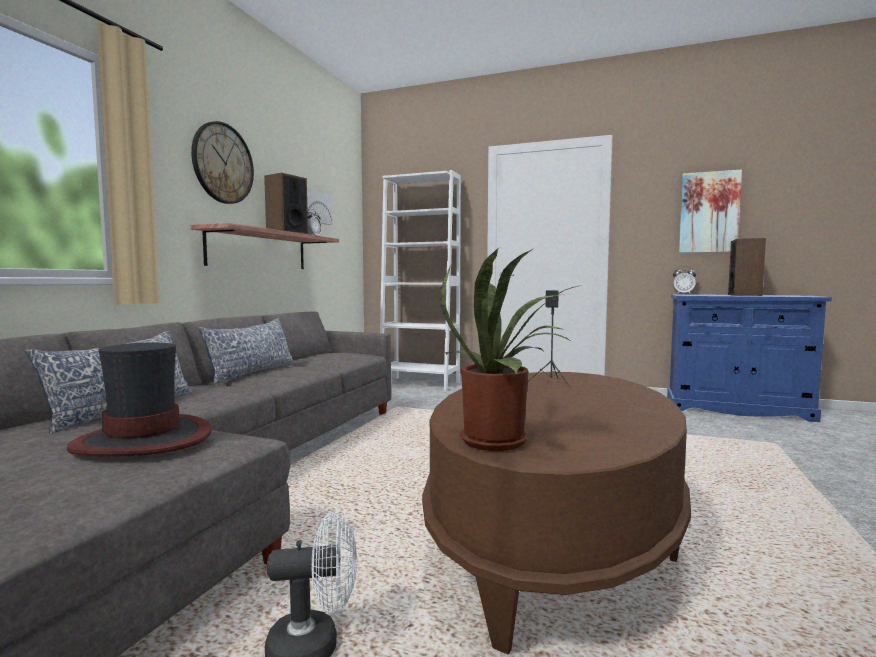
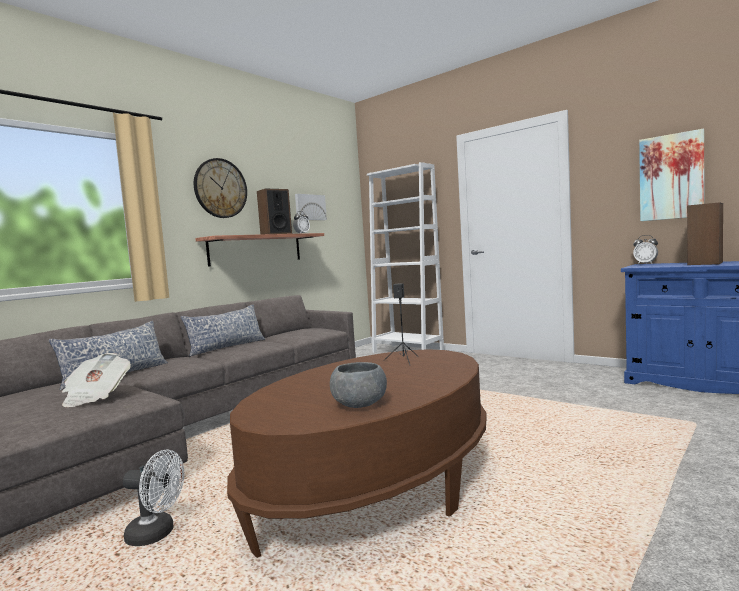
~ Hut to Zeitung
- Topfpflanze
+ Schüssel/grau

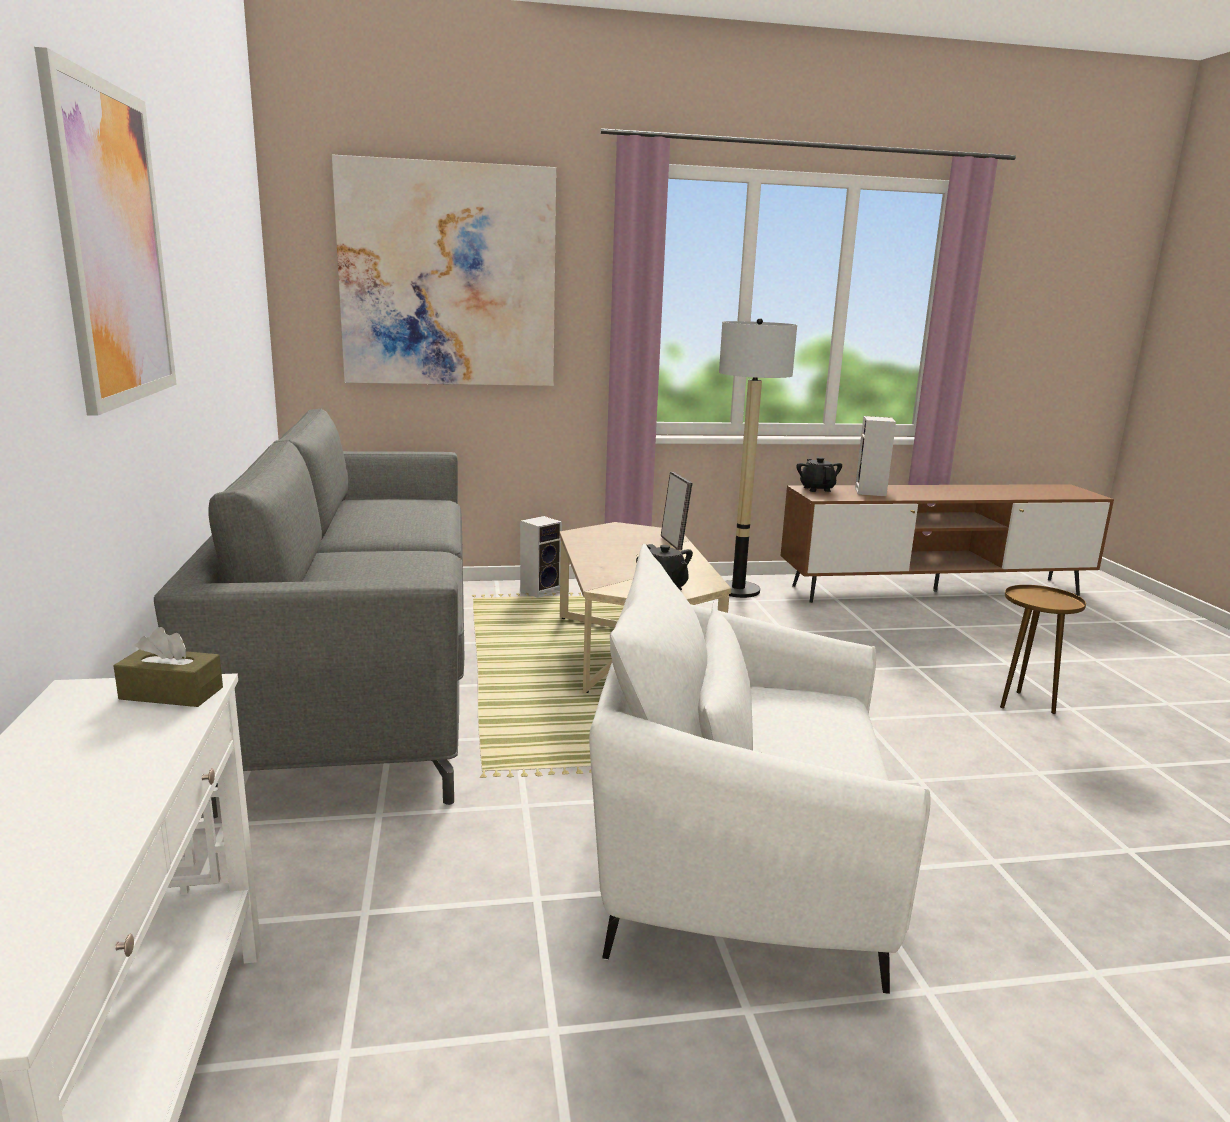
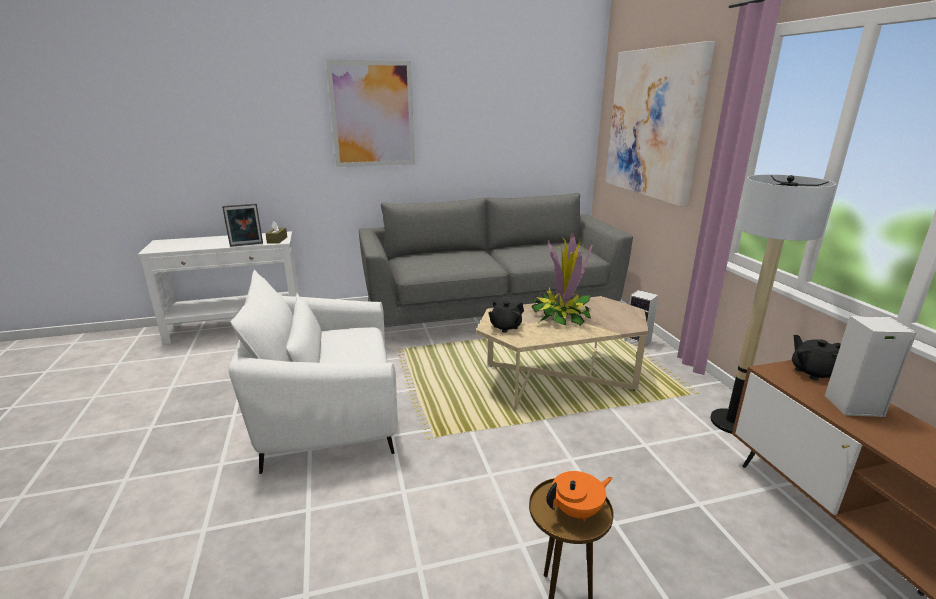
~ Sessel/weiß 105 degrees counterclockwise
~ Bilderrahmen
~ Teekanne/schwarz (2nd from left) 90 degrees counterclockwise
+ Topfpflanze
+ Teekanne/orange

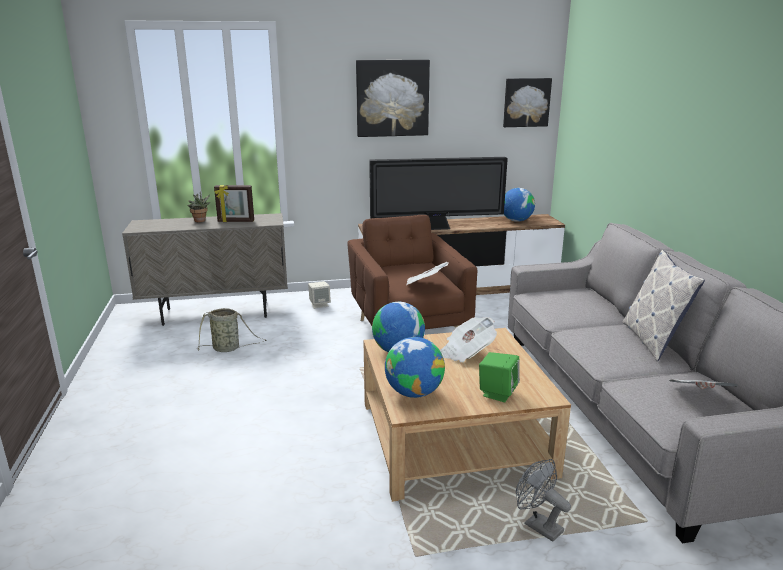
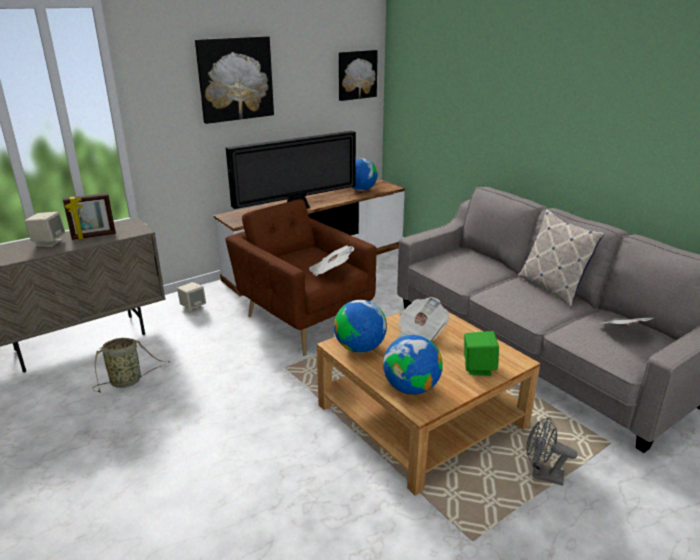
~ Topfpflanze to Lautsprecher/beige (1st from left)

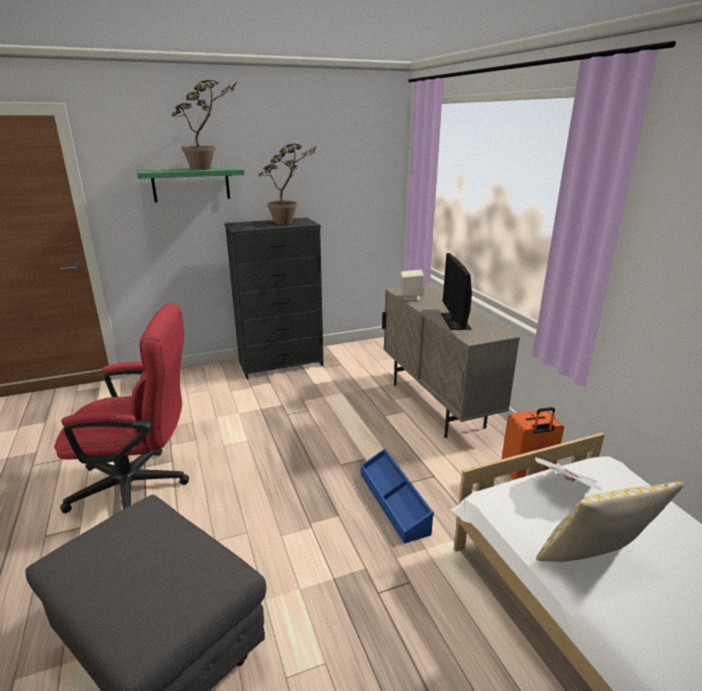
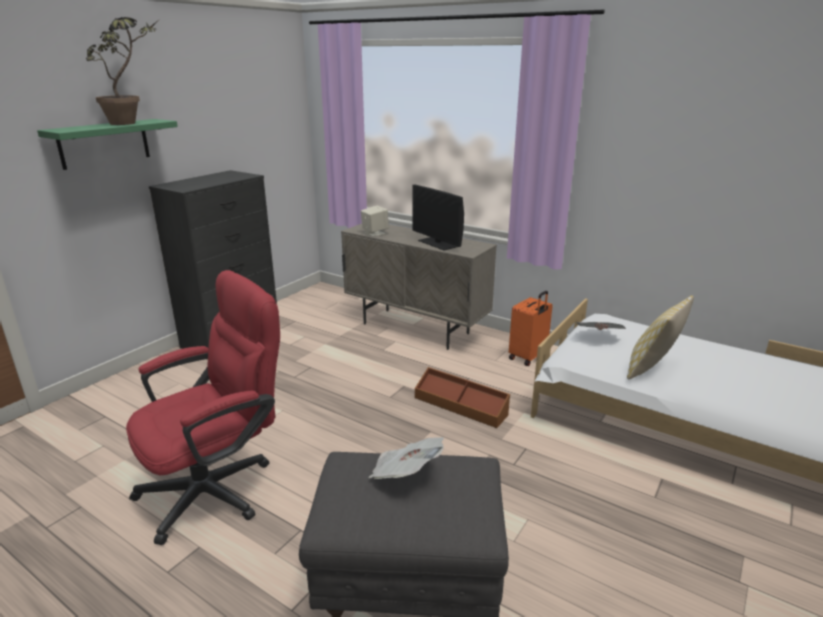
- Topfpflanze (2nd from left)
~ Aufbewahrungsbox/blau to Aufbewahrungsbox/braun
+ Zeitung (1st from left)

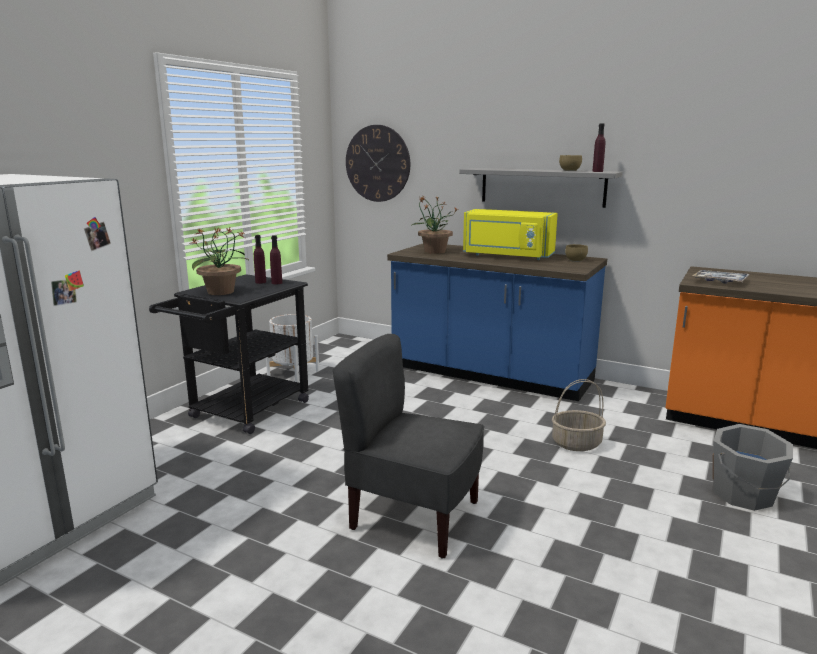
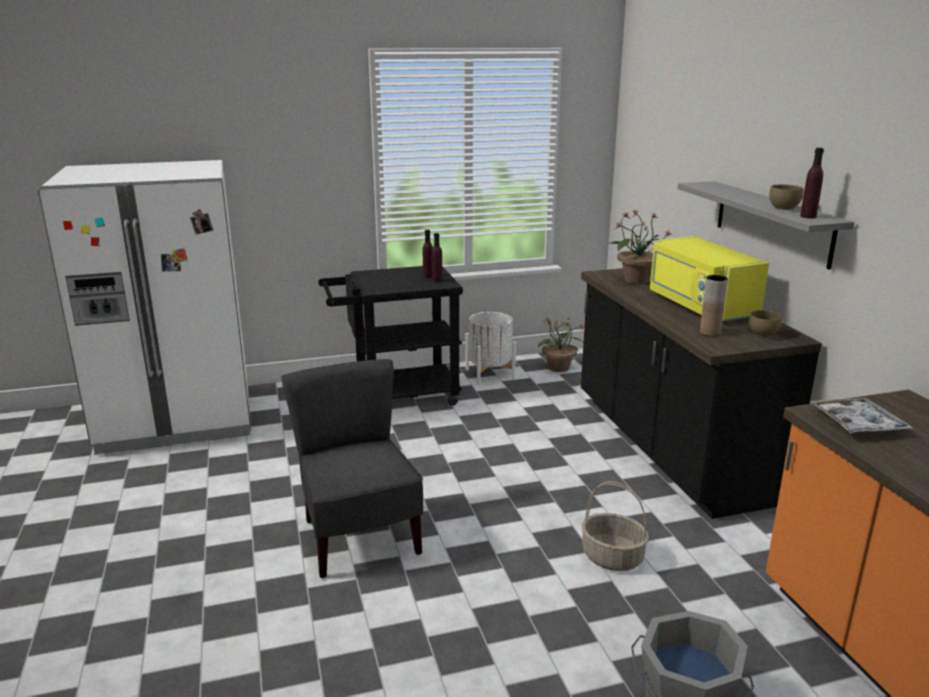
~ Topfpflanze (1st from left)
- Wanduhr
~ Küchenzeile/blau to Küchenzeile/schwarz
+ Vase/braun

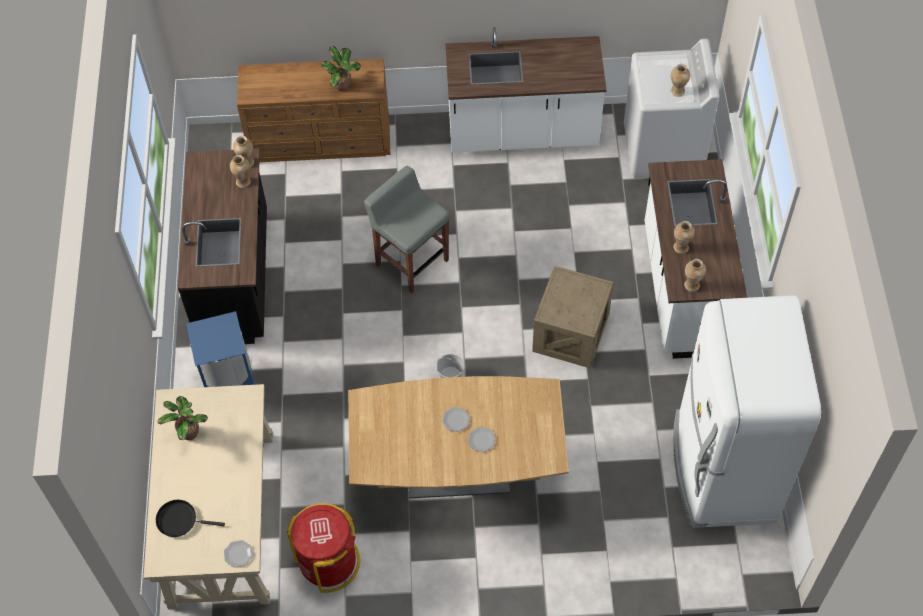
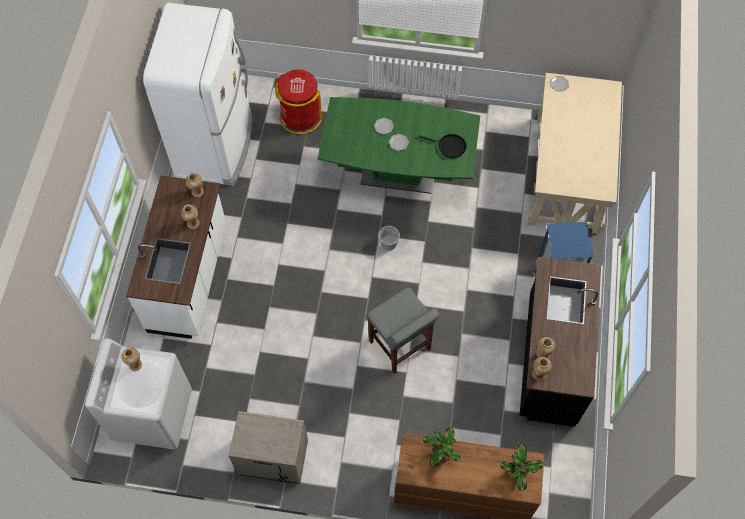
~ Pfanne/schwarz
~ Topfpflanze (1st from left in the first image) to Topfpflanze (2nd from left)
~ Mülleimer/rot
~ Esstisch/braun to Esstisch/grün
~ Küchenzeile/weiß (1st from left) to Nachttisch/beige
- Kiste

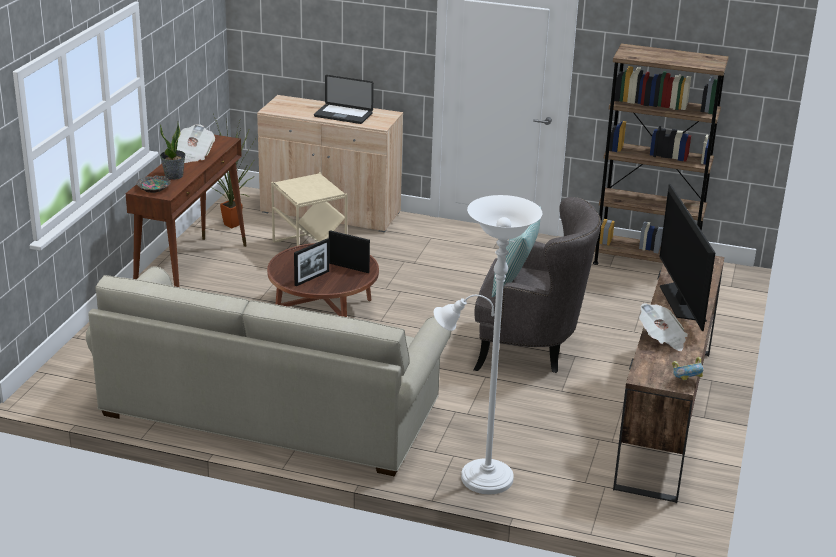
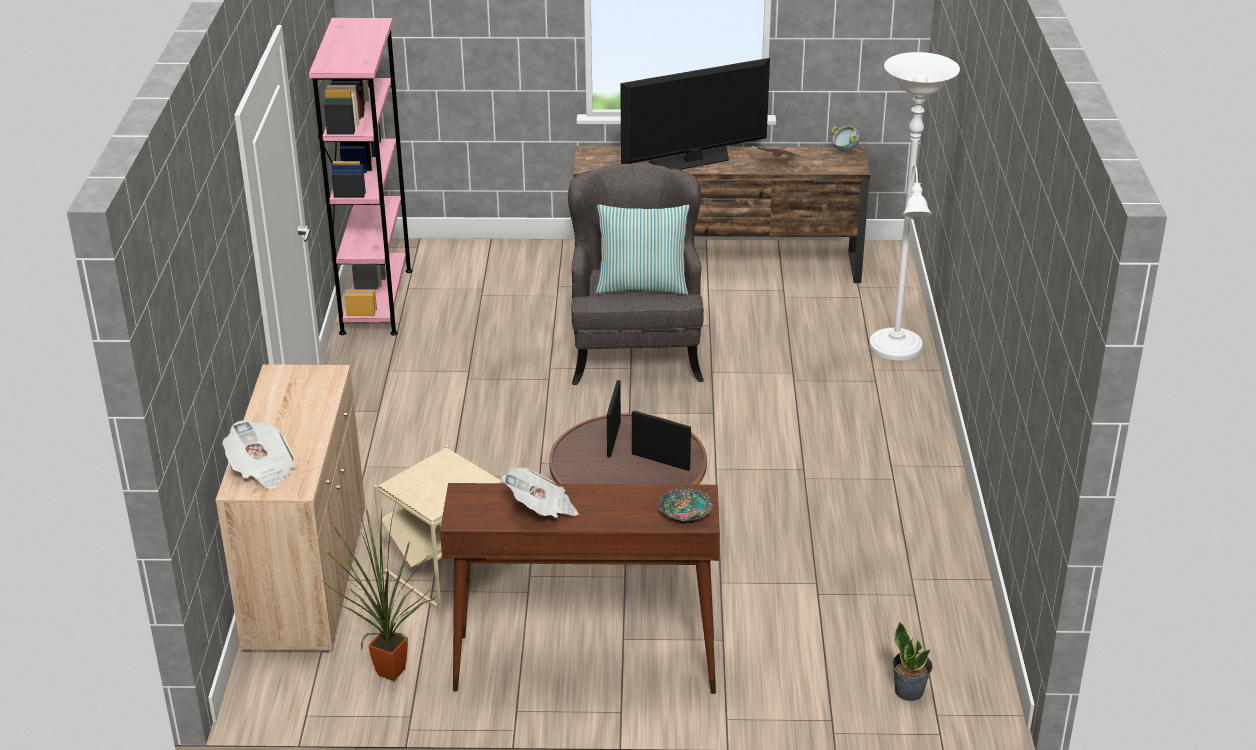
- Sofa/beige
~ Topfpflanze (1st from left in the first image) to Topfpflanze (2nd from left)
- Laptop
~ Bücherregal/braun to Bücherregal/rosa
+ Zeitung (1st from left)

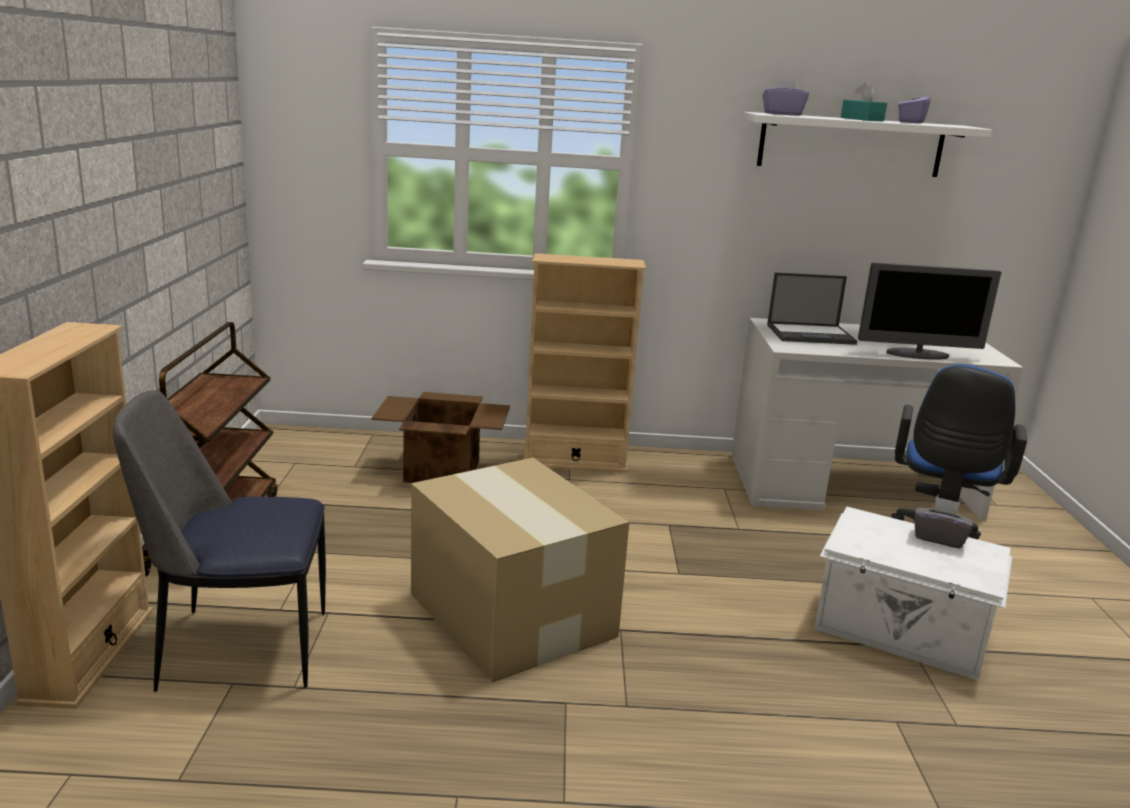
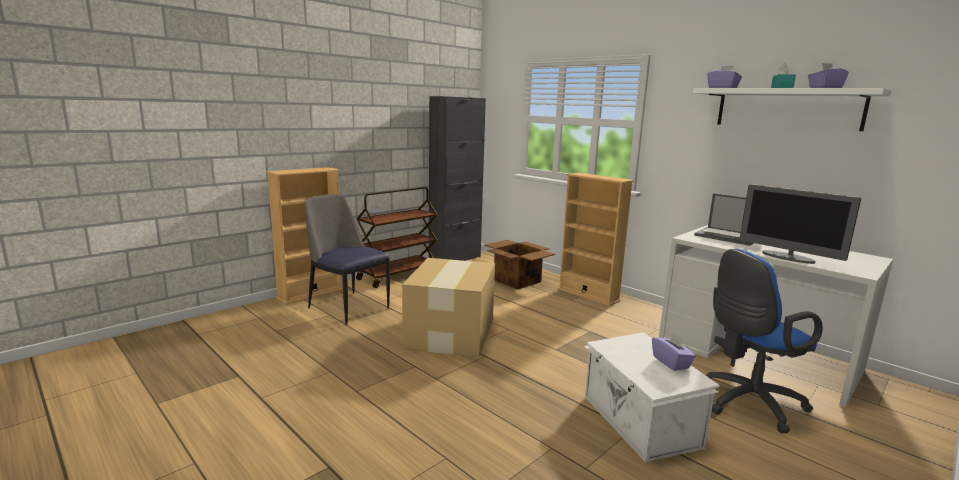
~ Taschentuchbox/grau to Taschentuchbox/lila (1st from left)
+ Schrank/schwarz

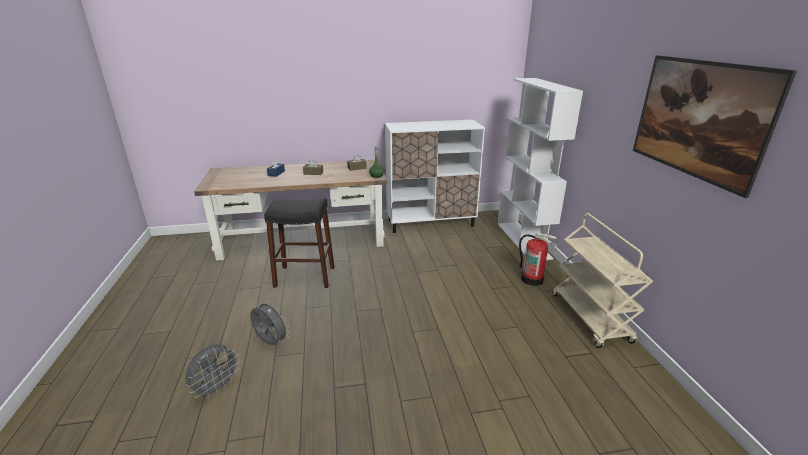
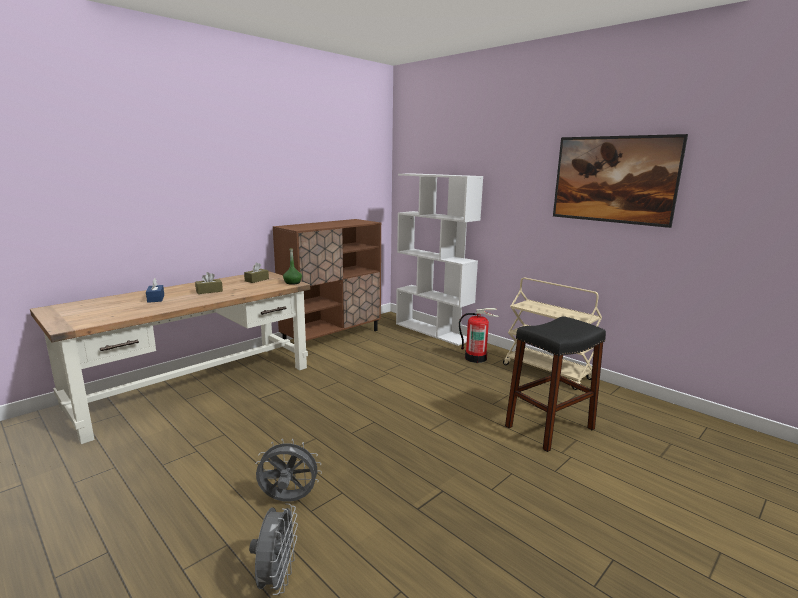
~ Hocker/schwarz
~ Schrank/weiß to Schrank/braun

